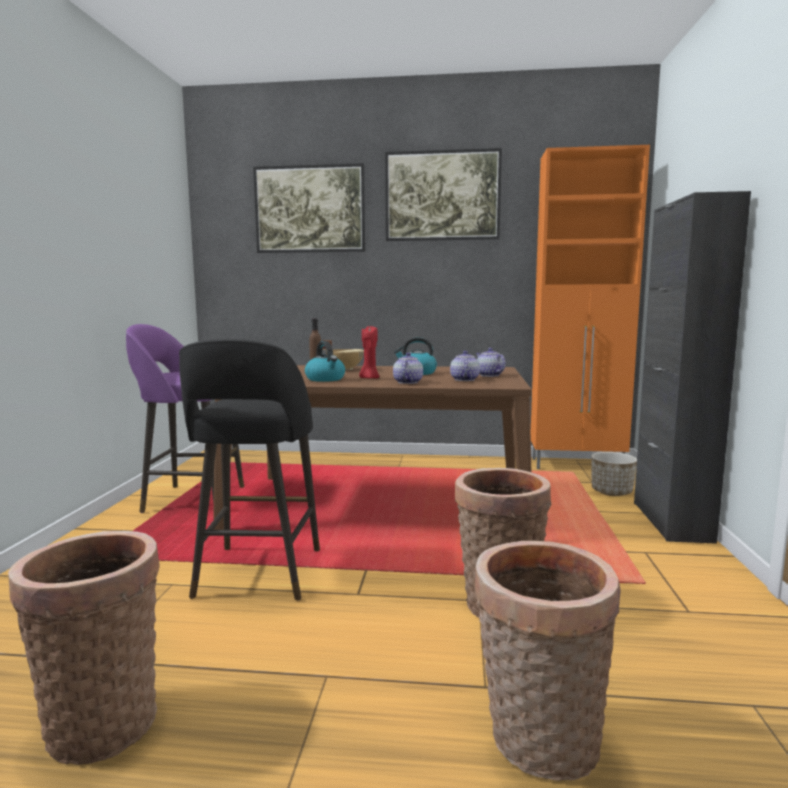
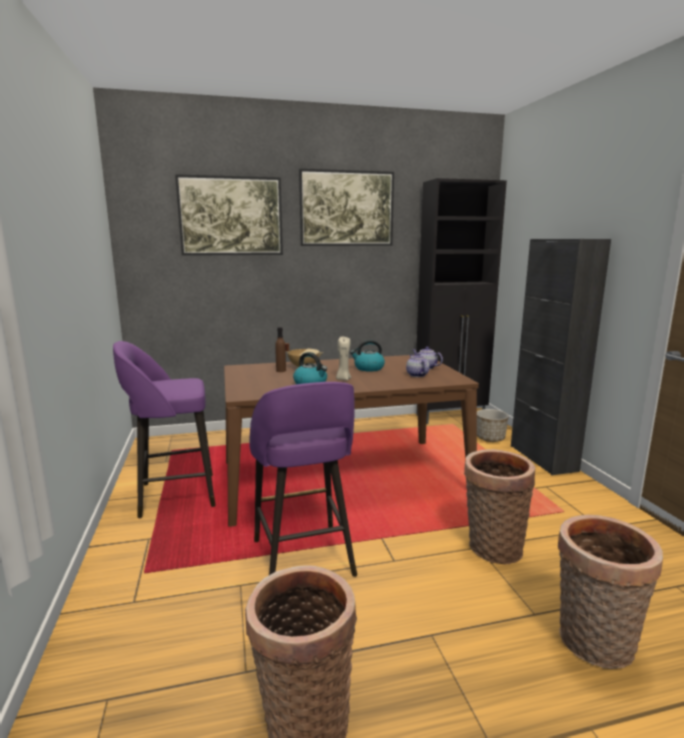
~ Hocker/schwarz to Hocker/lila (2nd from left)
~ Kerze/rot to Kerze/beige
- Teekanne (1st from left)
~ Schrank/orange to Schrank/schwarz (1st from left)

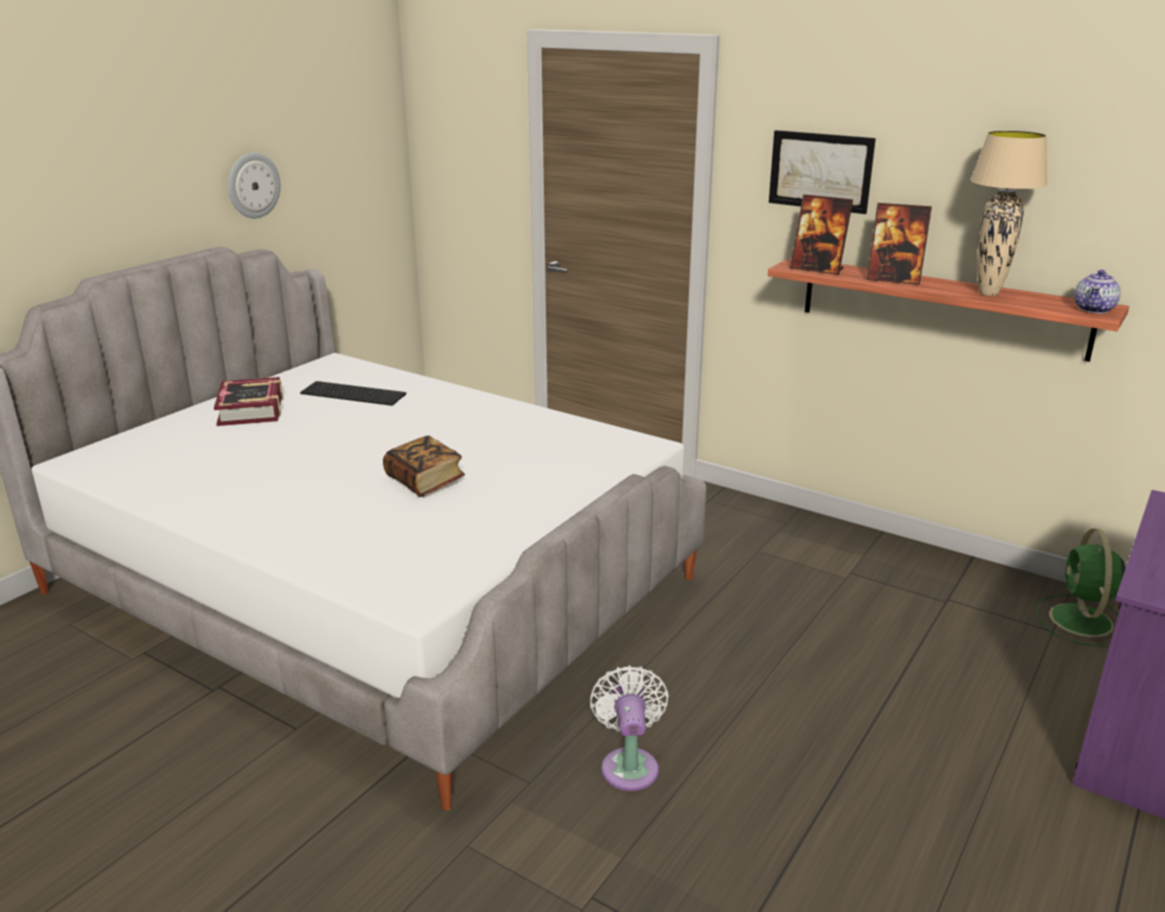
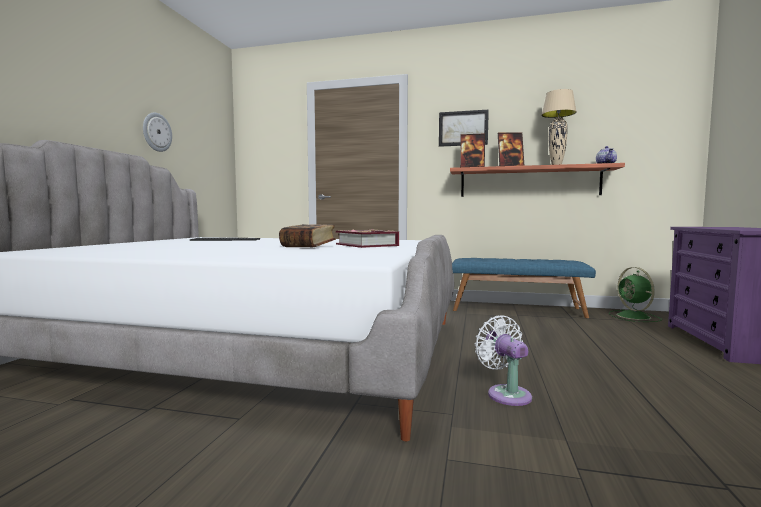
~ Buch (1st from left in the first image) to Buch (2nd from left)
+ Bank/blau

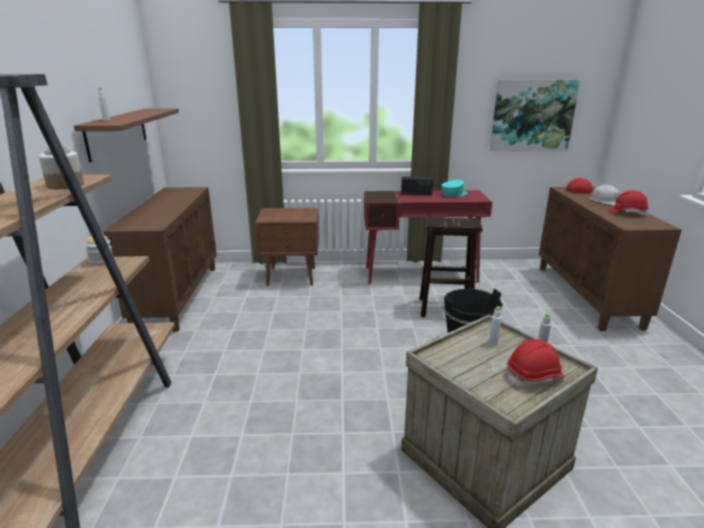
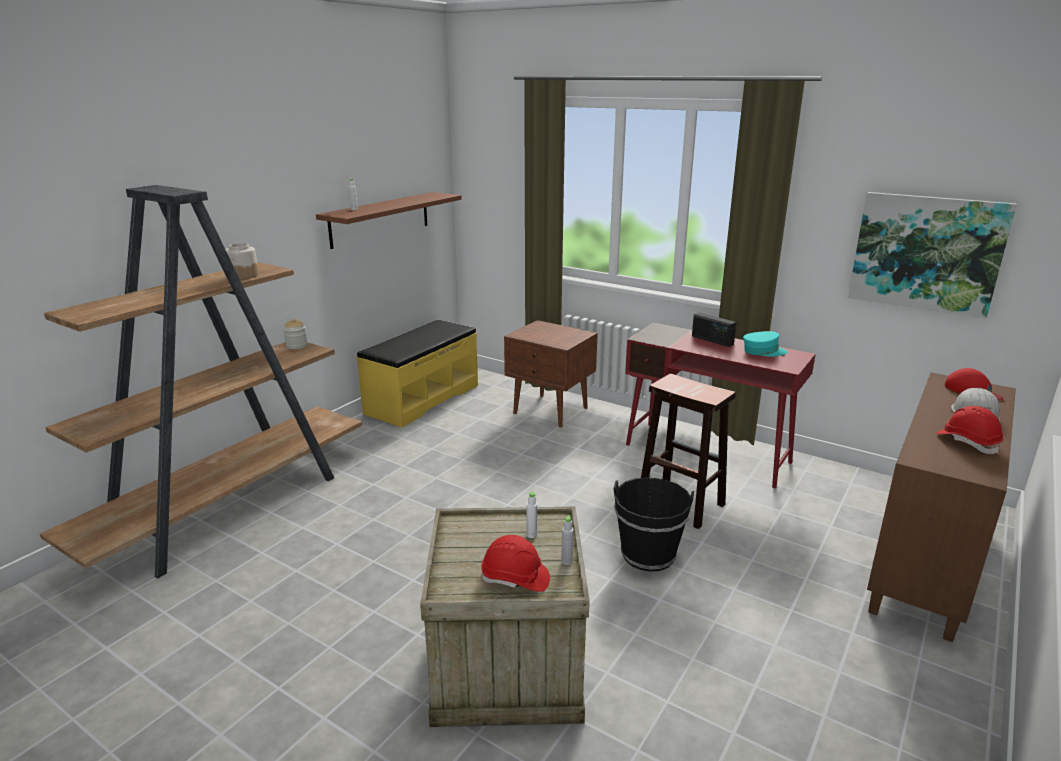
~ Schrank/braun (1st from left) to Bank/gelb

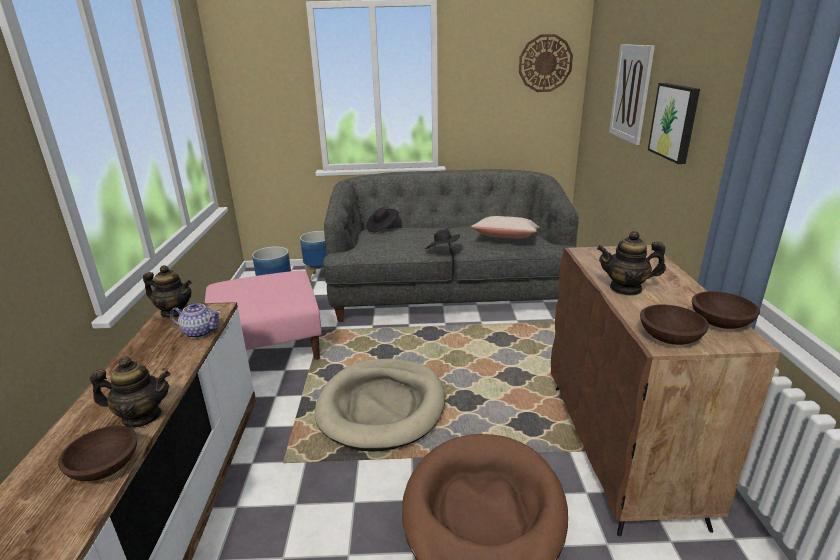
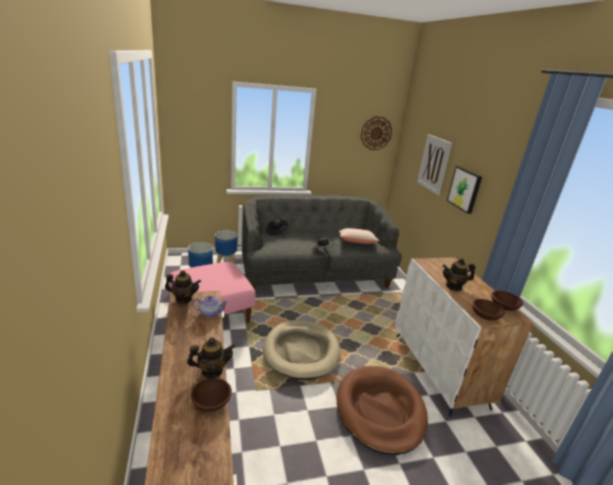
~ Schrank/braun to Schrank/weiß

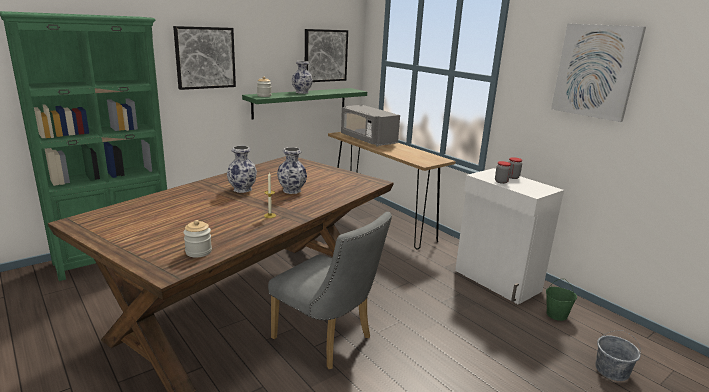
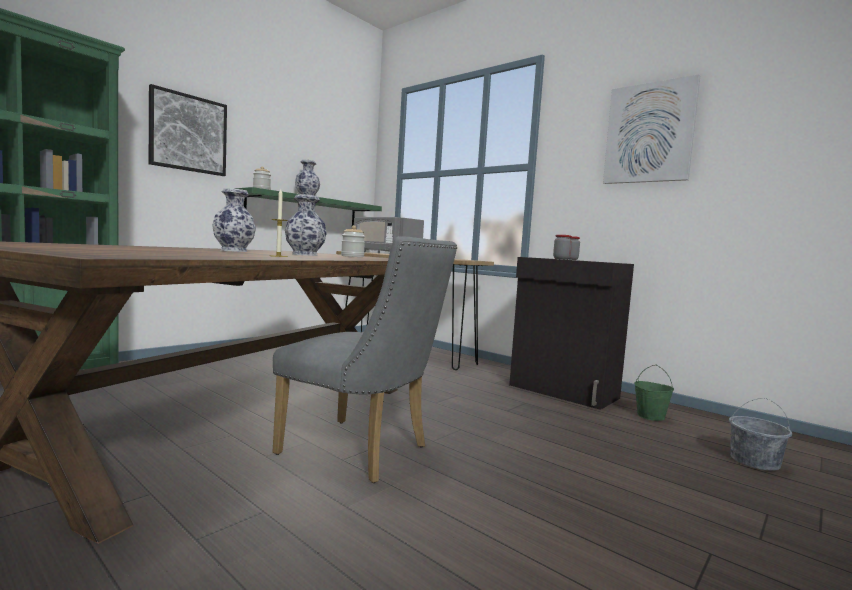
~ Vorratsglas (1st from left in the first image) to Vorratsglas (2nd from left)
- Bild (2nd from left)
~ Schrank/weiß to Schrank/schwarz

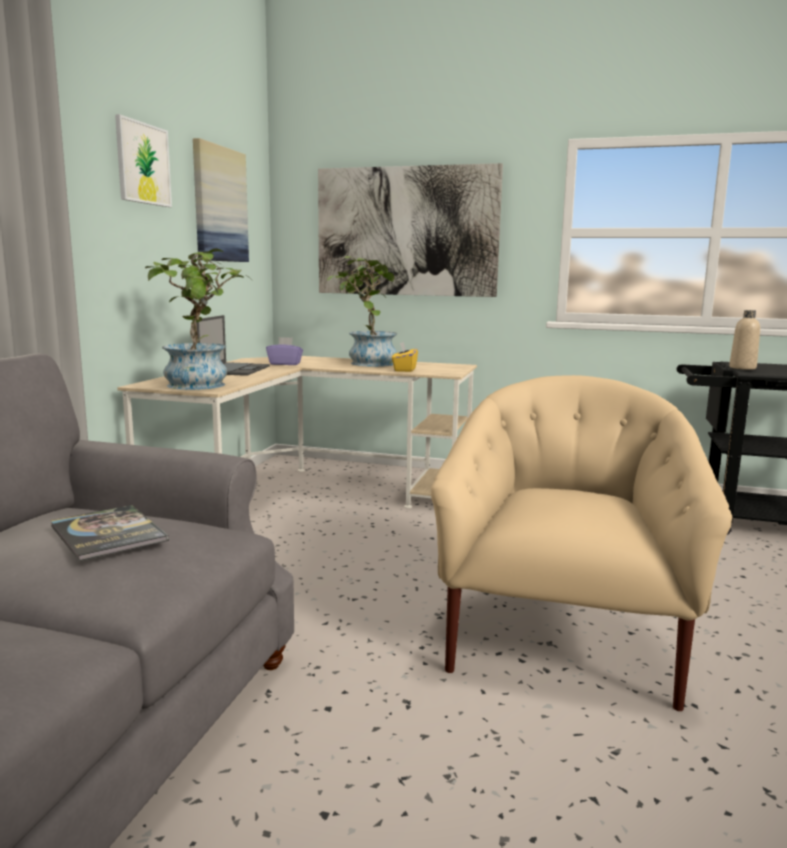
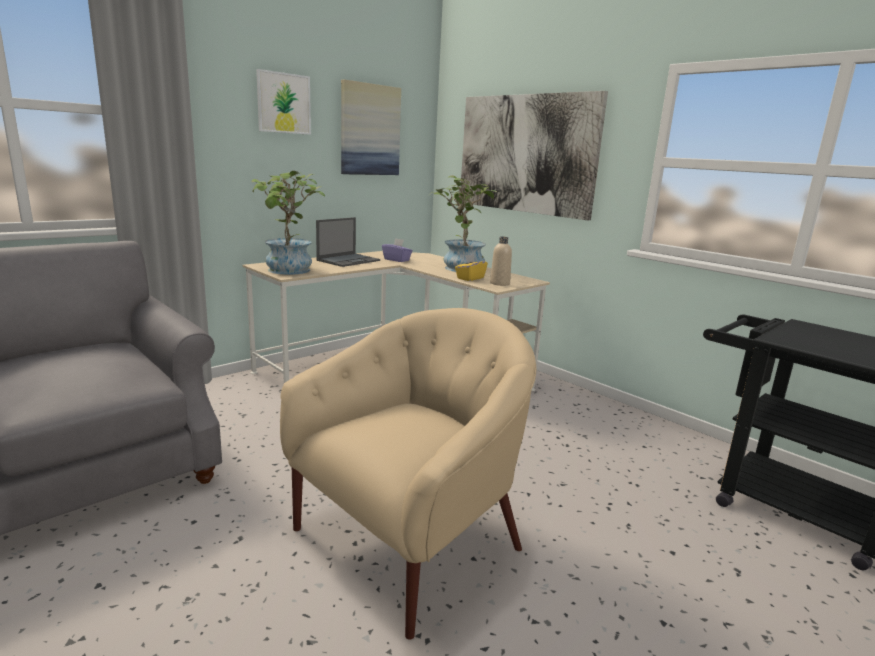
- Buch
~ Flasche/beige

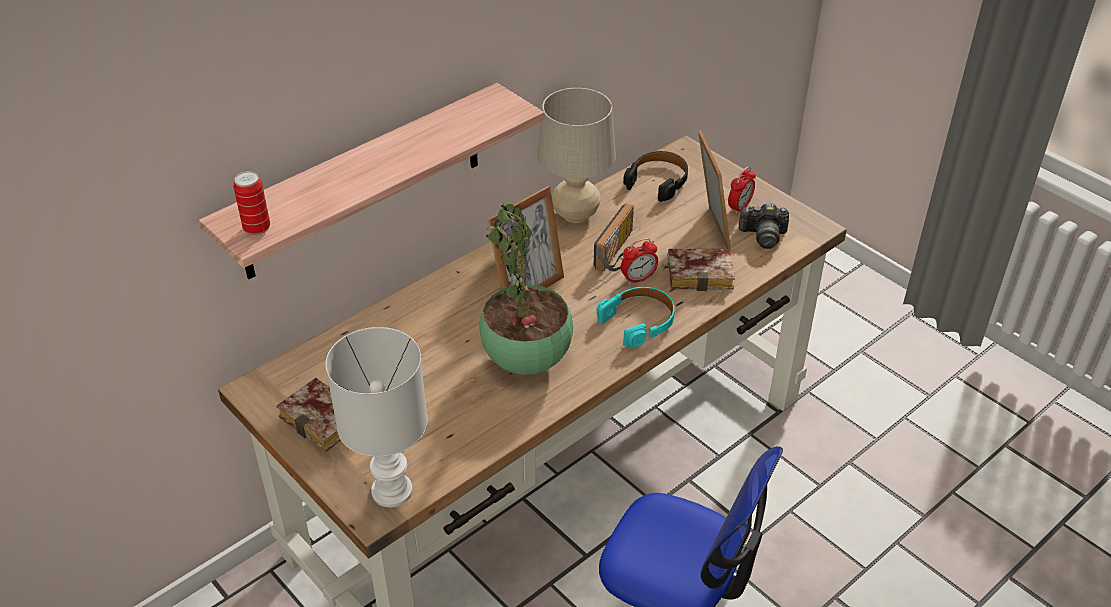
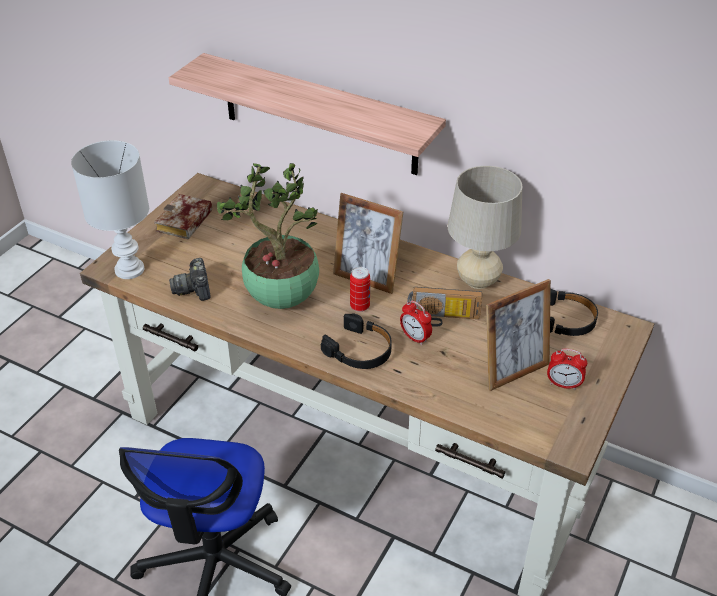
~ Dose
~ Kopfhörer/türkis to Kopfhörer/schwarz (1st from left)
- Buch (2nd from left)
~ Kamera

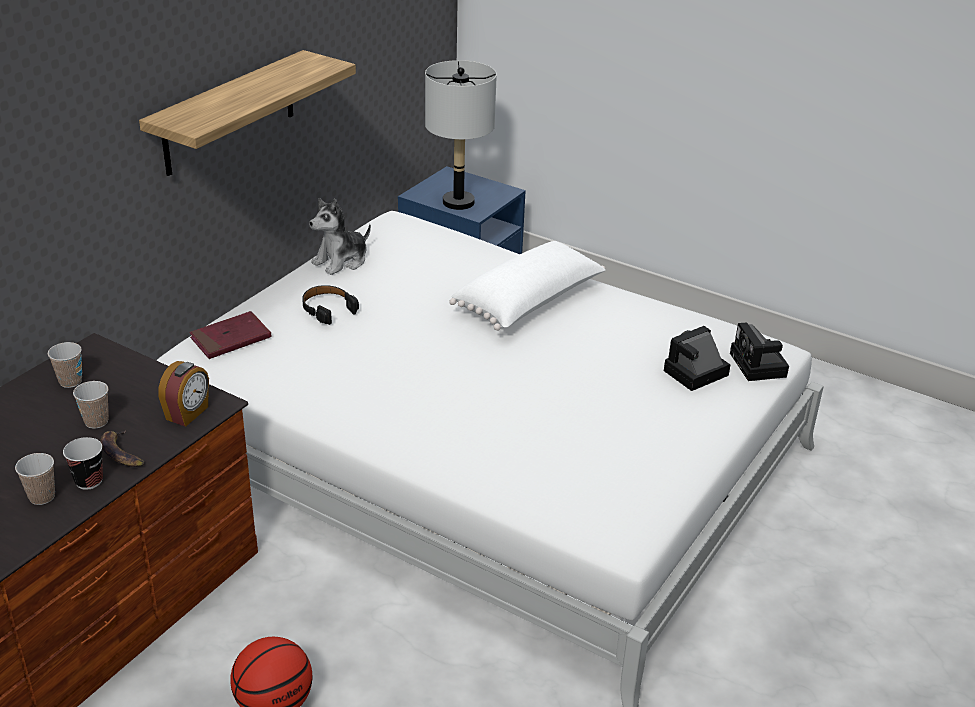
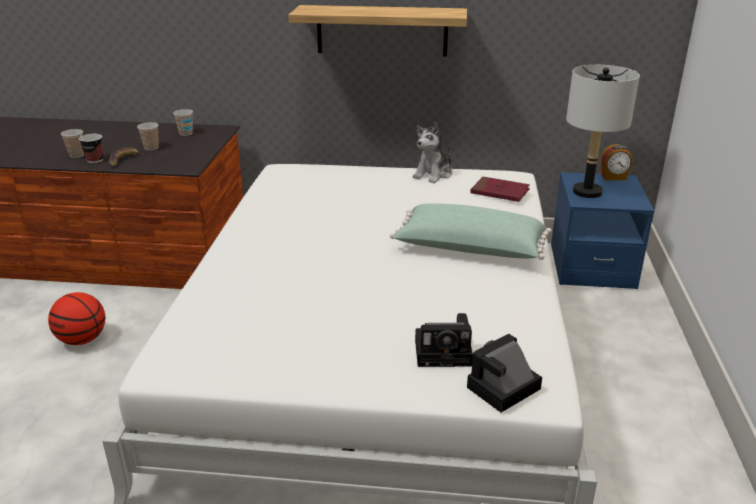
~ Wecker
~ Buch/rot
- Kopfhörer/schwarz
~ Plüschtier 75 degrees counterclockwise
~ Kissen/weiß to Kissen/grün
~ Kamera (1st from left) 150 degrees clockwise

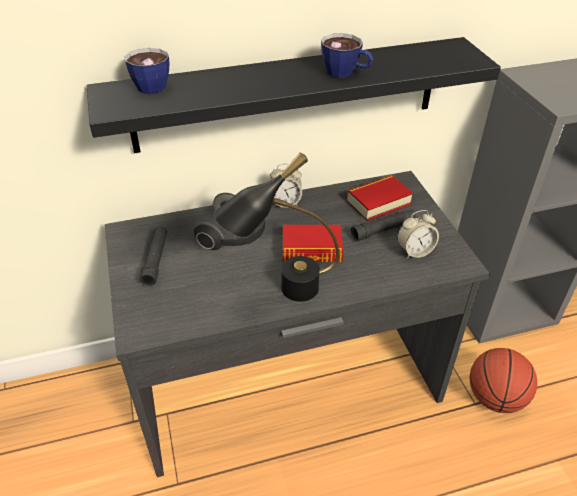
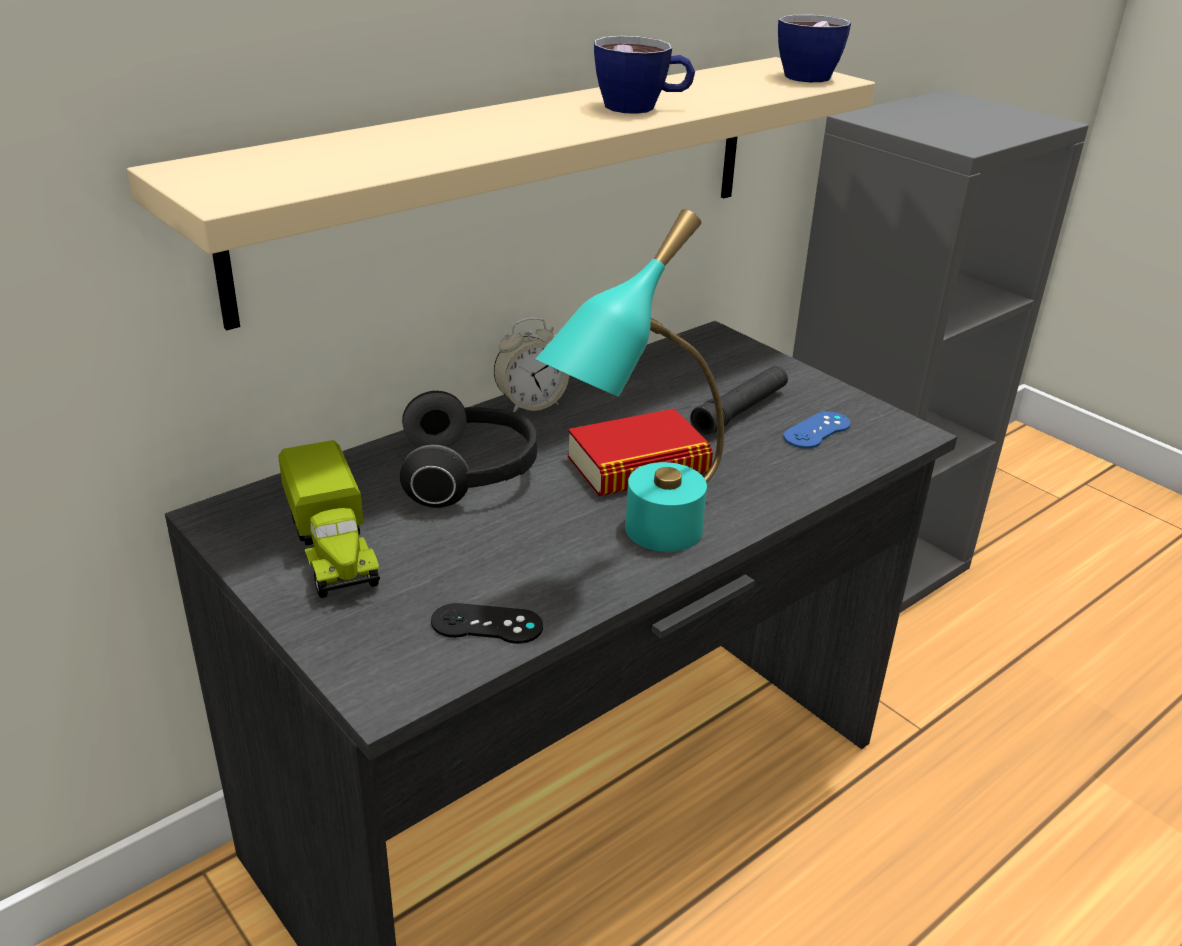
~ Wandregal/schwarz to Wandregal/beige
~ Tasse (1st from left in the first image) to Tasse (2nd from left)
~ Taschenlampe/schwarz (1st from left) to Spielzeuglaster
~ Tischlampe/schwarz to Tischlampe/türkis
- Buch (2nd from left)
~ Wecker (2nd from left) to Gamepad/blau
- Basketball
+ Gamepad/schwarz

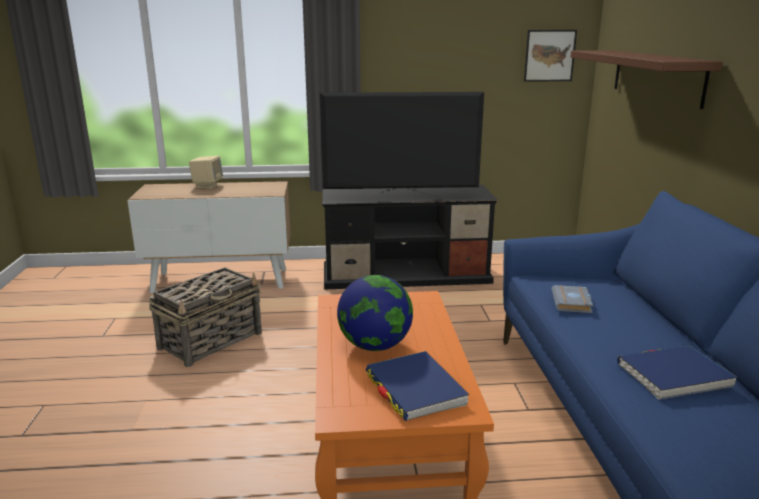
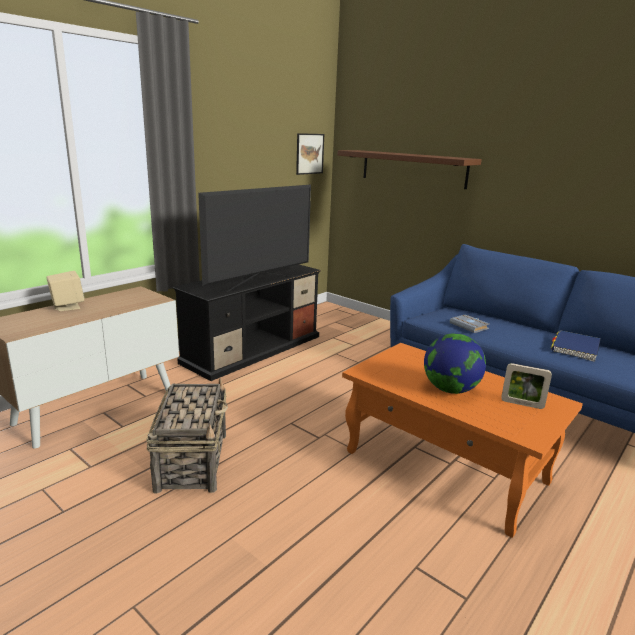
~ Buch/blau (1st from left) to Bilderrahmen

